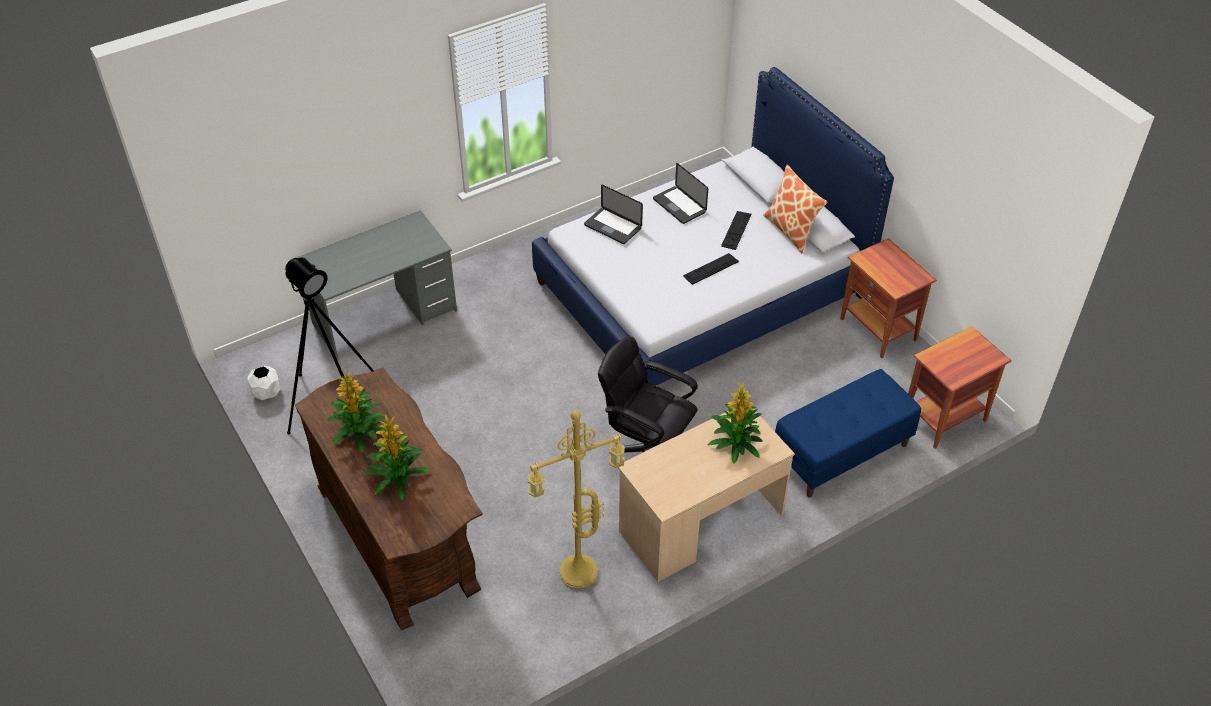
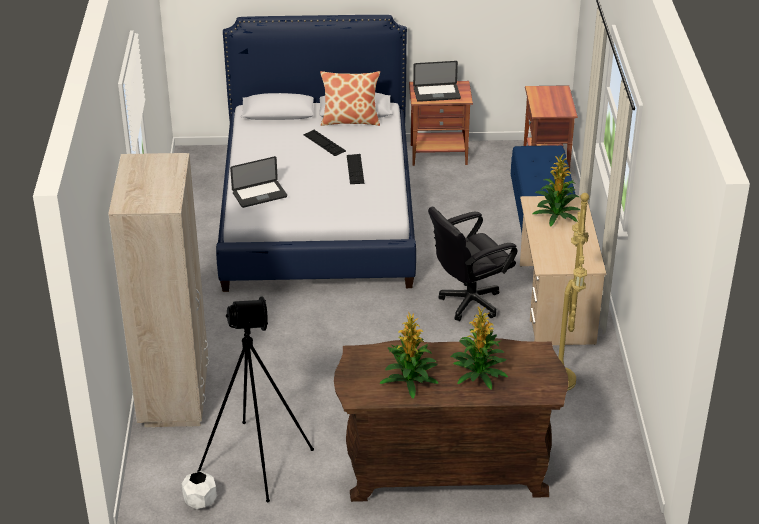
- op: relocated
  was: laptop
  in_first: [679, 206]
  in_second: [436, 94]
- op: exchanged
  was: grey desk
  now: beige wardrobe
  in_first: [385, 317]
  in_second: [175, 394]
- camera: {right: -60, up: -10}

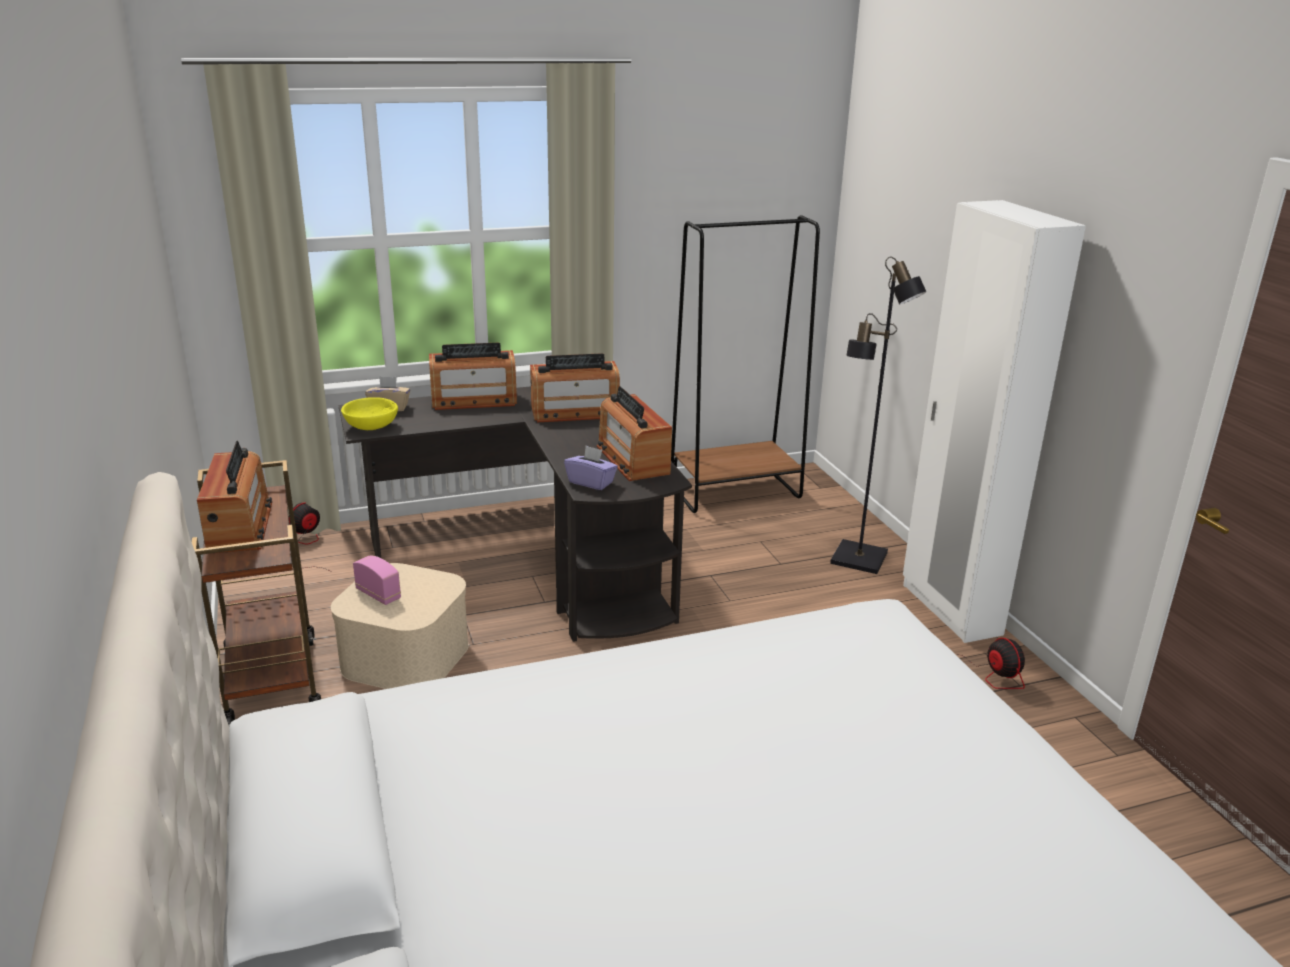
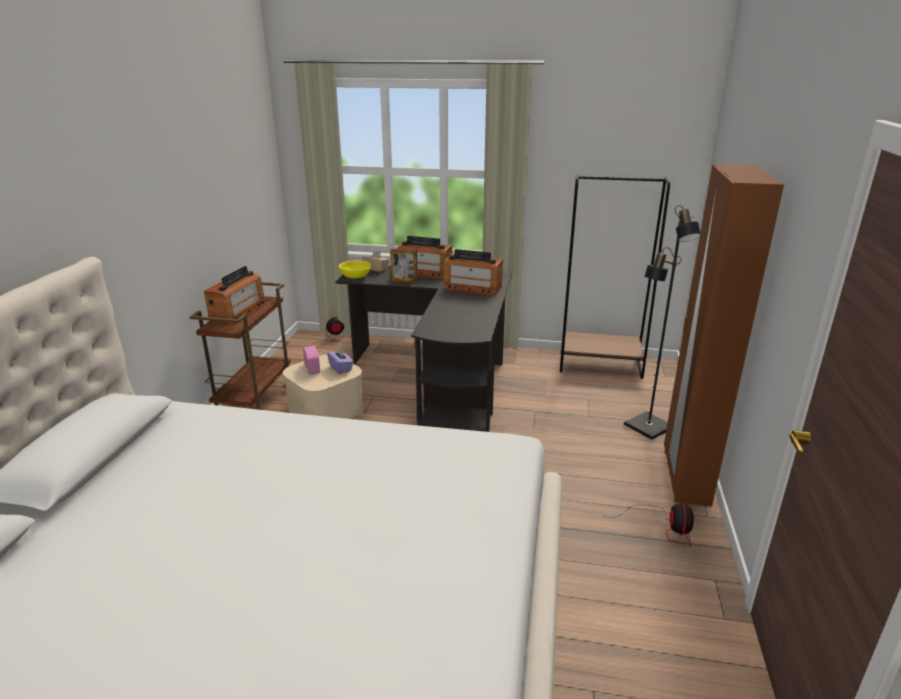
- op: colour
  was: white wardrobe
  now: brown wardrobe
  in_first: [950, 609]
  in_second: [685, 477]
- op: missing
  was: radio
  in_first: [632, 460]
- op: relocated
  was: purple tissue box
  in_first: [591, 482]
  in_second: [341, 368]
- op: appeared
  now: picture frame
  in_second: [404, 281]
- camera: {right: 30, up: 0}

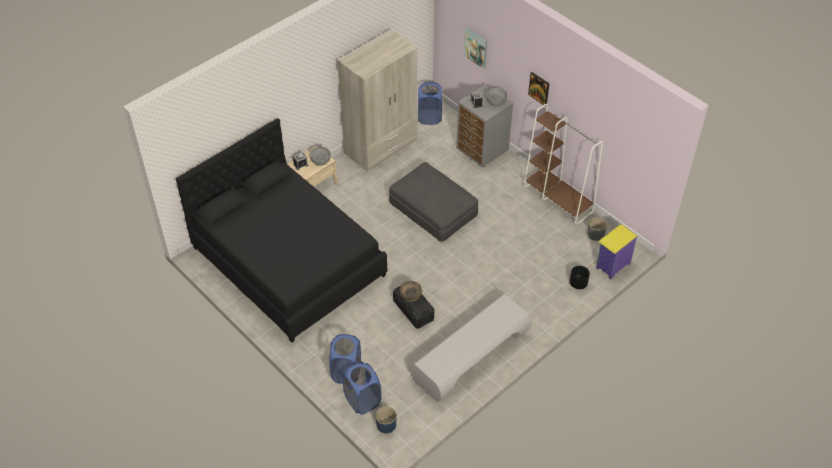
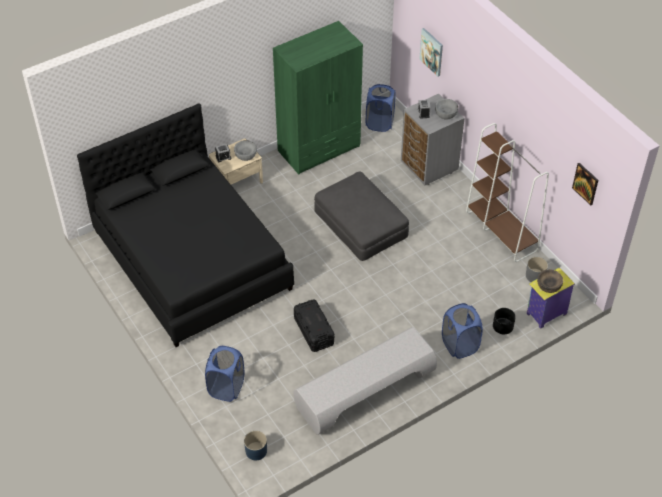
- op: colour
  was: beige wardrobe
  now: green wardrobe
  in_first: [381, 146]
  in_second: [319, 149]
- op: relocated
  was: picture
  in_first: [539, 88]
  in_second: [585, 183]
- op: relocated
  was: brown bowl
  in_first: [410, 295]
  in_second: [549, 285]
- op: relocated
  was: blue laundry basket
  in_first: [362, 400]
  in_second: [459, 345]
- camera: {right: 10, up: 0}

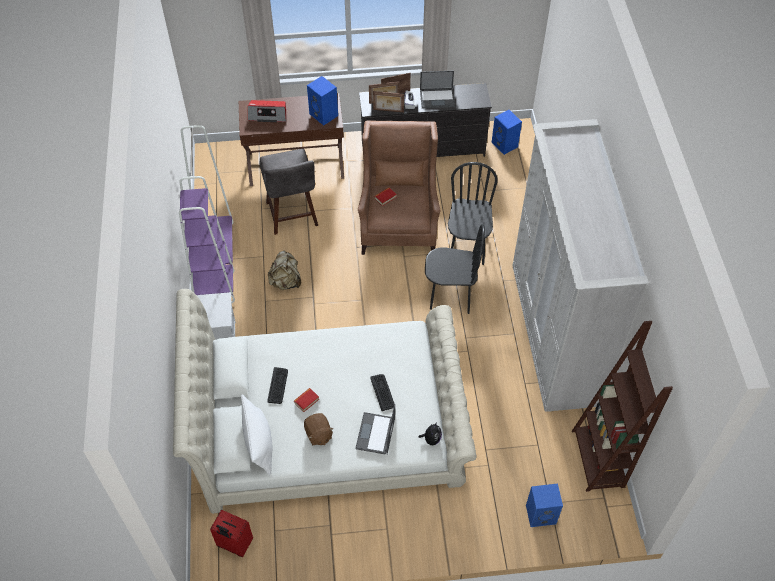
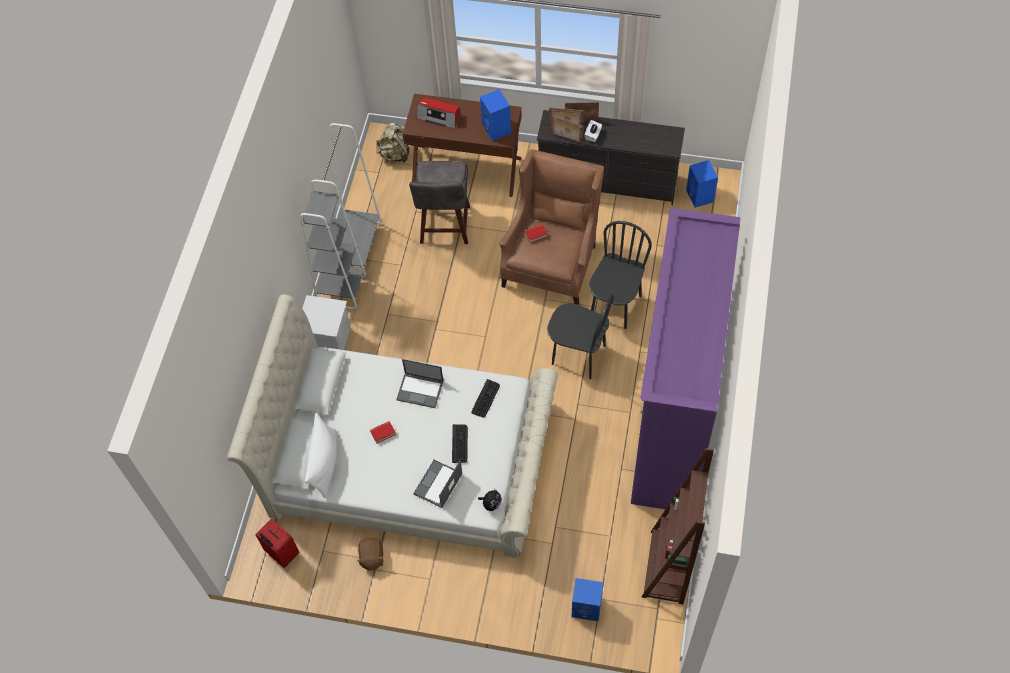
- op: relocated
  was: laptop
  in_first: [437, 98]
  in_second: [420, 390]
- op: colour
  was: white wardrobe
  now: purple wardrobe
  in_first: [554, 333]
  in_second: [672, 422]
- op: colour
  was: purple clothes rack
  now: grey clothes rack
  in_first: [215, 265]
  in_second: [350, 263]
- op: relocated
  was: beige backpack
  in_first: [286, 281]
  in_second: [395, 154]
- op: relocated
  was: keyboard
  in_first: [278, 385]
  in_second: [486, 398]
- op: relocated
  was: brown plush toy
  in_first: [318, 434]
  in_second: [372, 558]
- camera: {right: 20, up: 5}

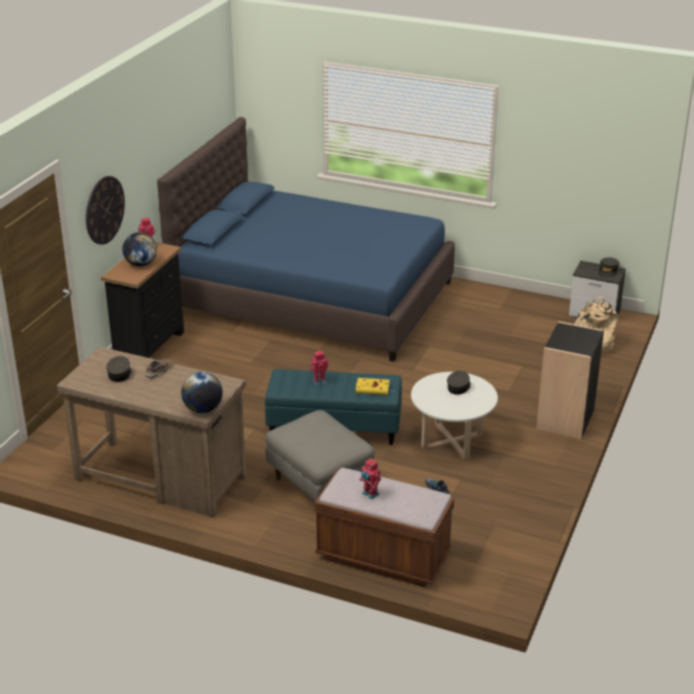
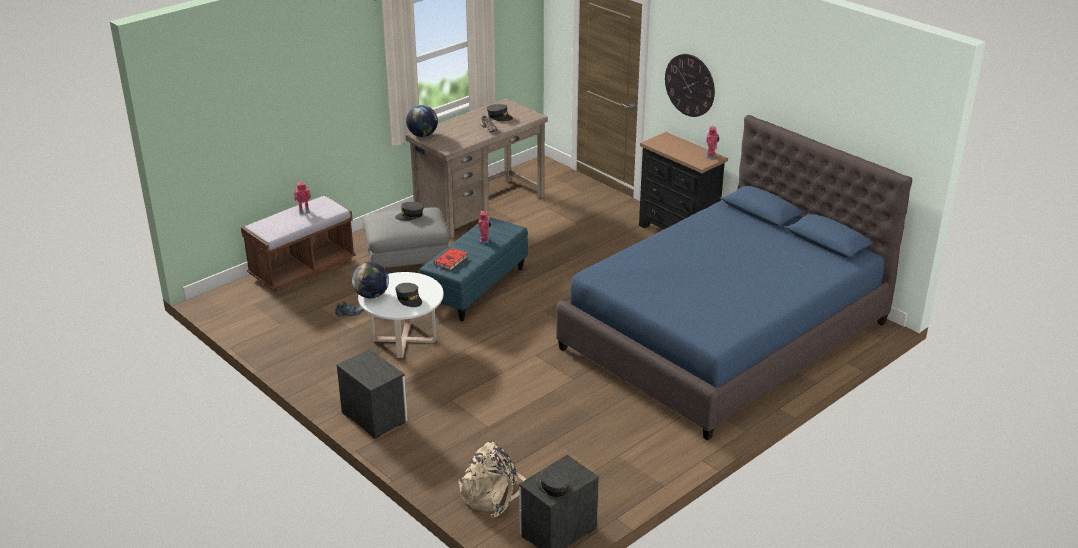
- op: relocated
  was: globe
  in_first: [141, 264]
  in_second: [371, 295]
- op: exchanged
  was: black bookcase
  now: nightstand
  in_first: [566, 420]
  in_second: [374, 416]
- op: colour
  was: yellow book
  now: red book
  in_first: [373, 389]
  in_second: [450, 261]
- op: appeared
  now: grey cap
  in_second: [410, 215]
- camera: {right: 115, up: 0}

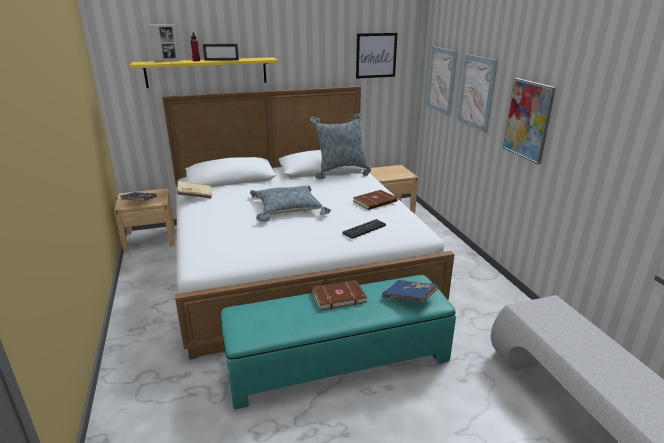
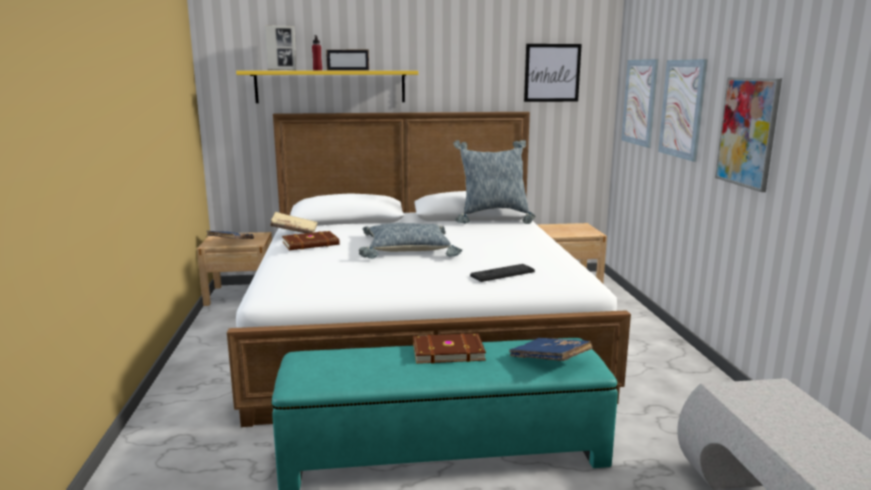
- op: relocated
  was: brown book
  in_first: [375, 202]
  in_second: [311, 244]
- camera: {right: 10, up: -10}

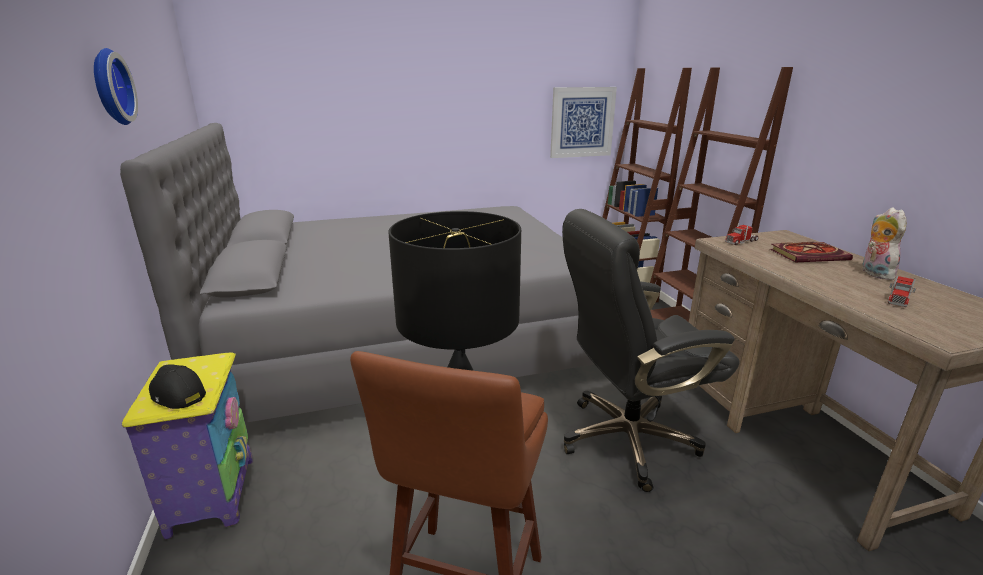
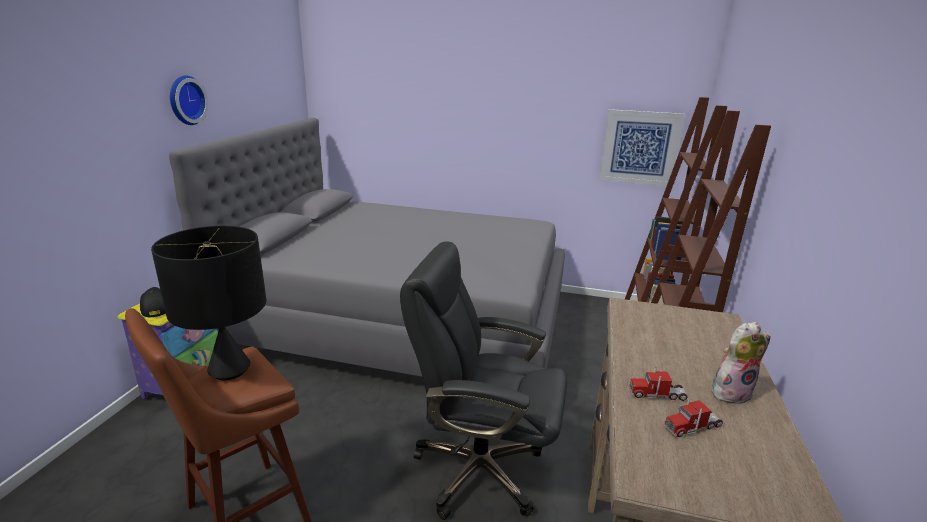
- op: spun
  was: plush toy
  in_first: [873, 273]
  in_second: [730, 392]
  clockwise: 45
- op: relocated
  was: toy truck
  in_first: [741, 241]
  in_second: [657, 394]
- op: missing
  was: book
  in_first: [809, 255]
- camera: {right: 30, up: 0}

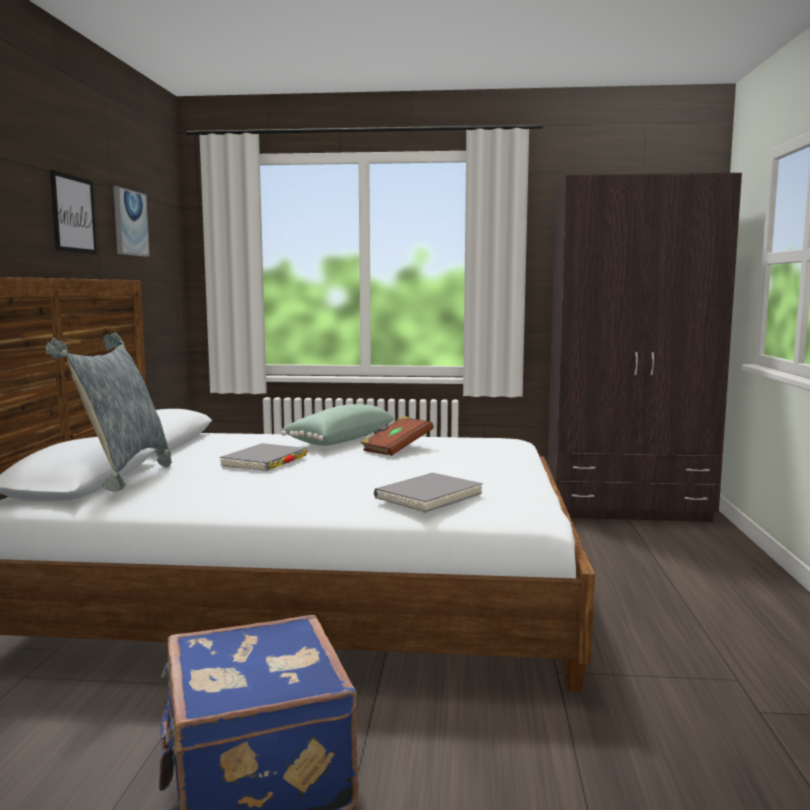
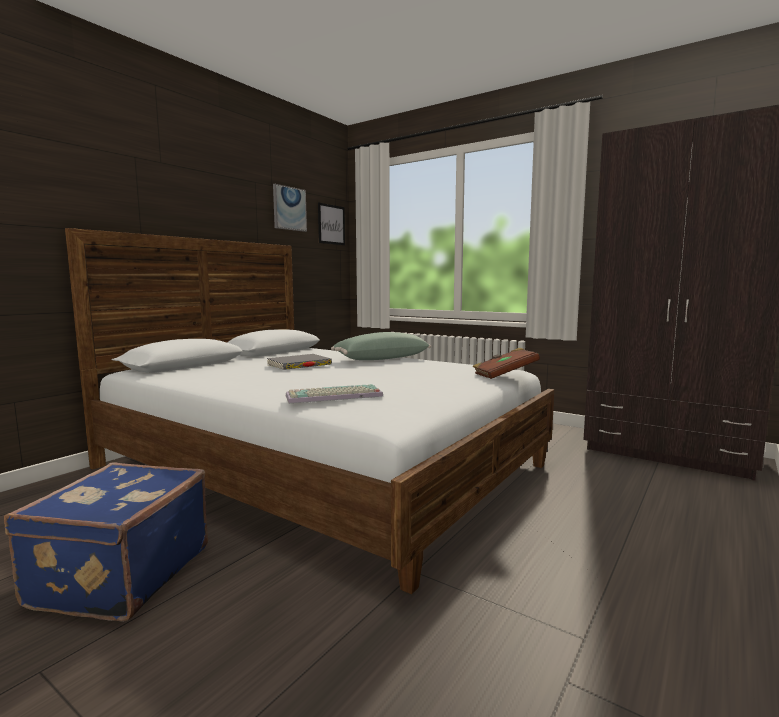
- op: relocated
  was: picture
  in_first: [73, 214]
  in_second: [331, 224]
- op: missing
  was: pillow
  in_first: [119, 481]
- op: relocated
  was: brown book
  in_first: [396, 449]
  in_second: [504, 375]
- op: exchanged
  was: grey book
  now: keyboard
  in_first: [428, 497]
  in_second: [333, 396]
- camera: {right: 30, up: 0}

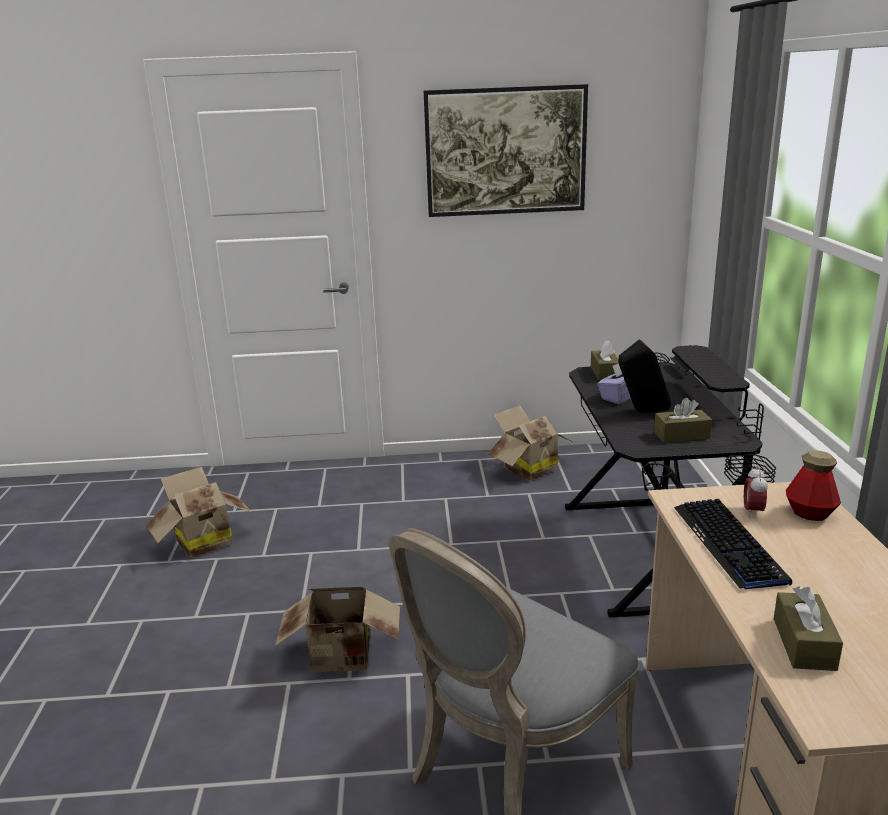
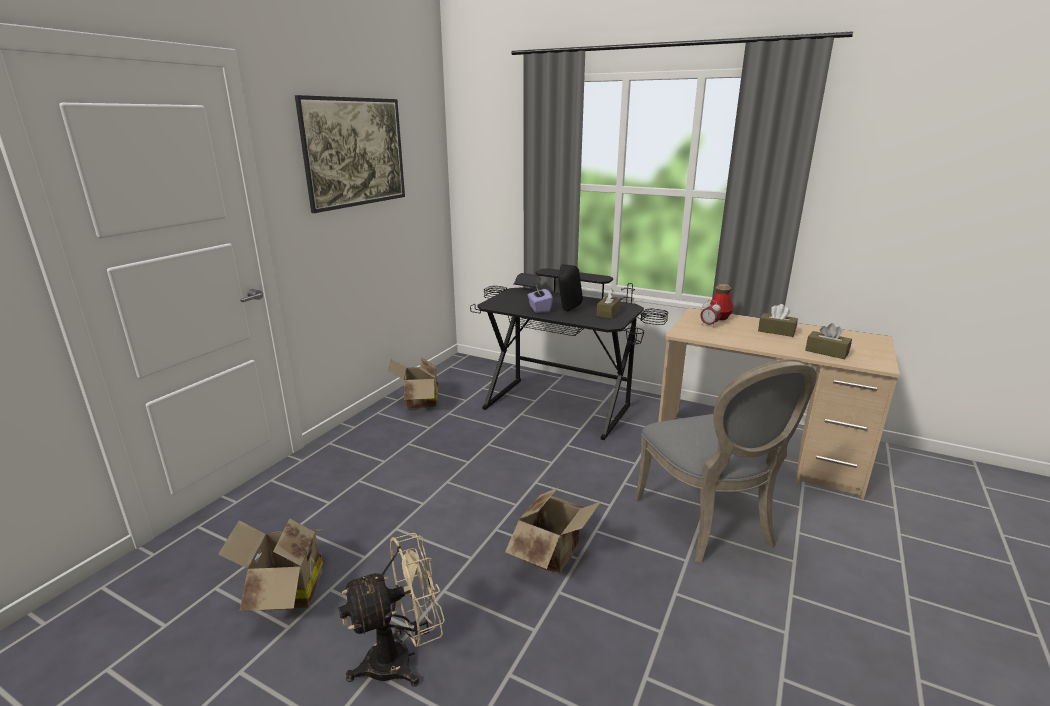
- op: relocated
  was: brown tissue box
  in_first: [604, 373]
  in_second: [776, 331]
- op: missing
  was: keyboard
  in_first: [729, 544]
- op: appeared
  now: beige fan
  in_second: [401, 659]
- camera: {right: -60, up: 0}

